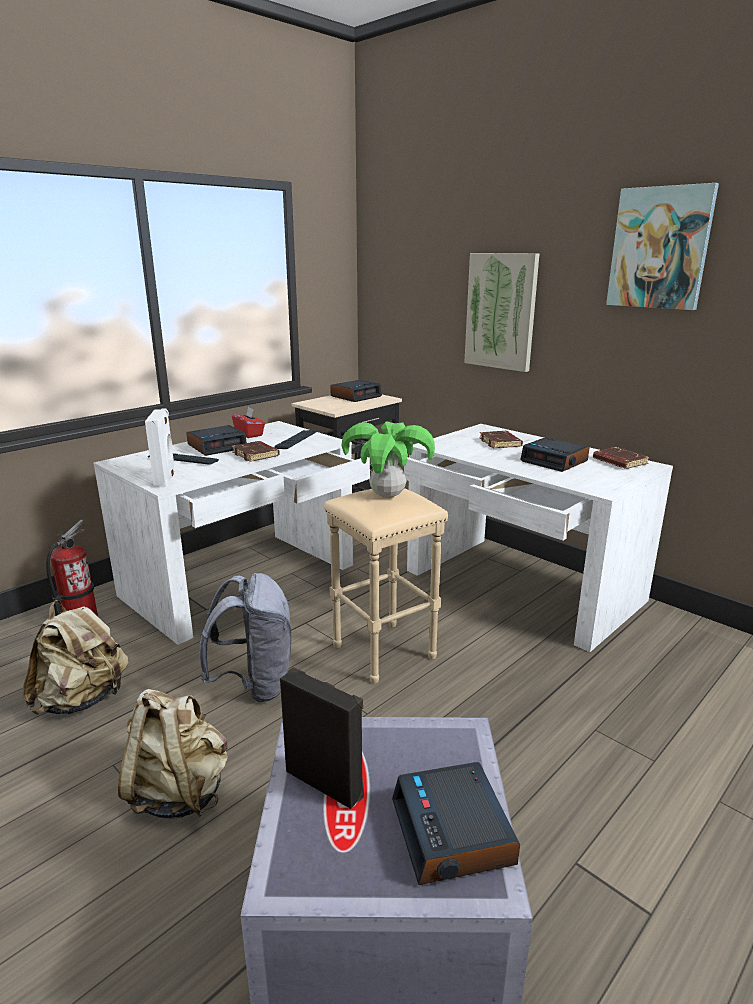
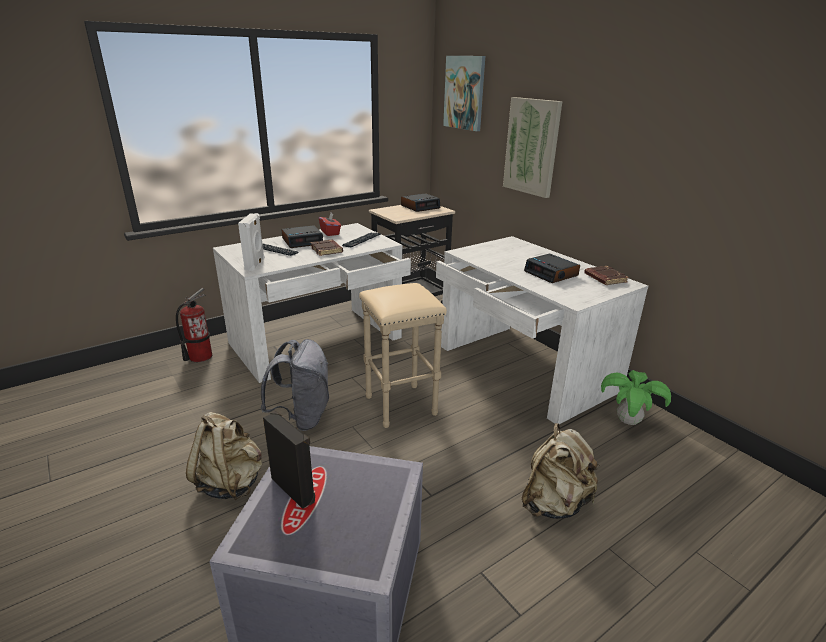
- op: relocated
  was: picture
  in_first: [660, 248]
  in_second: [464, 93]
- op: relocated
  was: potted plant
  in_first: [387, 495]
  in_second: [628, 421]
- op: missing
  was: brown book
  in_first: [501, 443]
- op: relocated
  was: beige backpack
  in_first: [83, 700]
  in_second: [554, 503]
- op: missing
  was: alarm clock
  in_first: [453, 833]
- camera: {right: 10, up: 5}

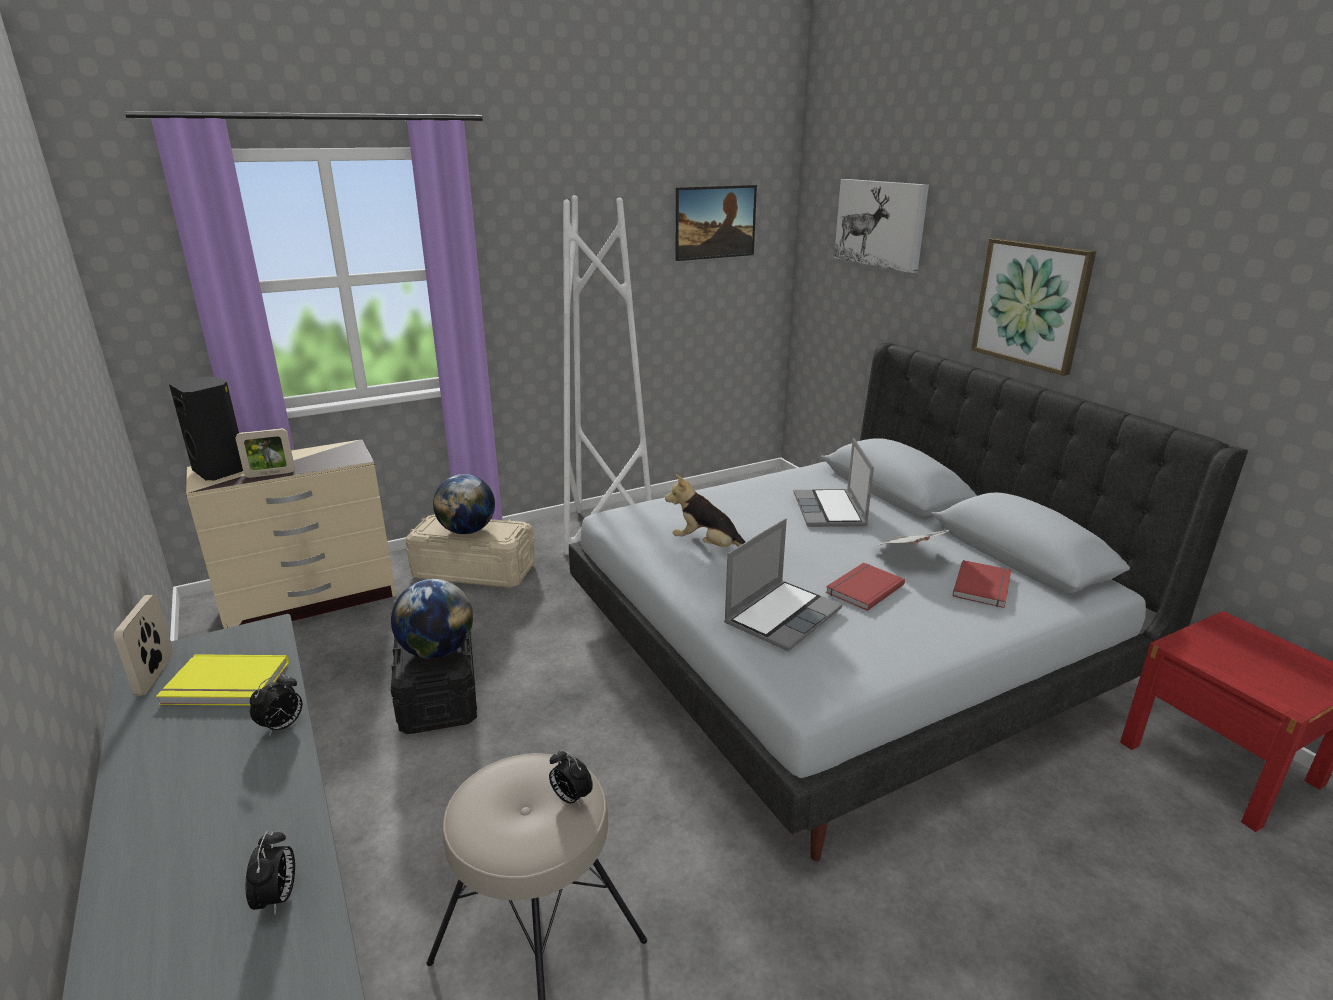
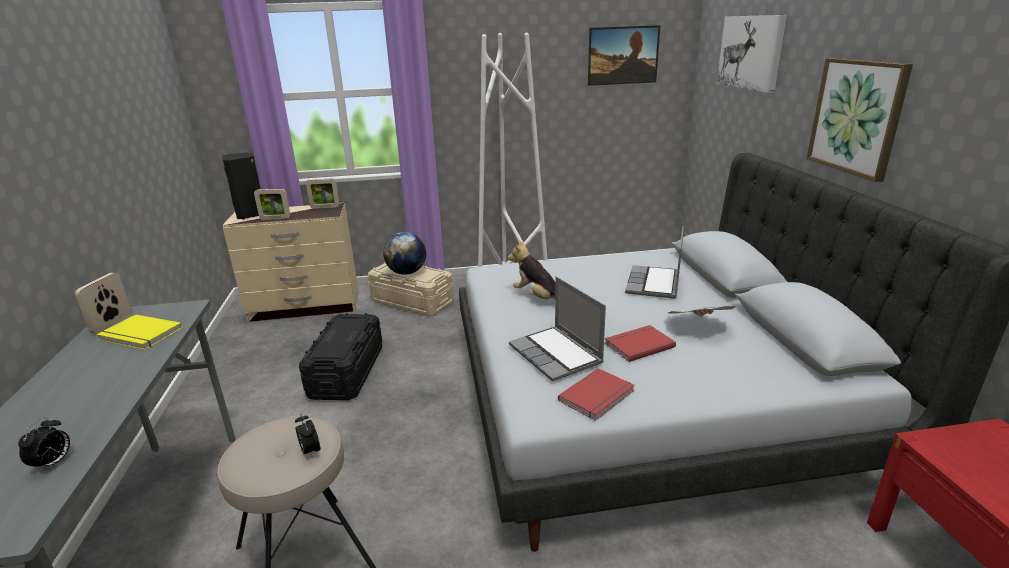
- op: spun
  was: laptop
  in_first: [782, 616]
  in_second: [557, 355]
  clockwise: 90
- op: relocated
  was: red book
  in_first: [984, 586]
  in_second: [598, 396]
- op: missing
  was: globe
  in_first: [436, 651]
- op: missing
  was: alarm clock
  in_first: [282, 726]
- op: appeared
  now: picture frame
  in_second: [325, 207]
- camera: {right: 20, up: 0}

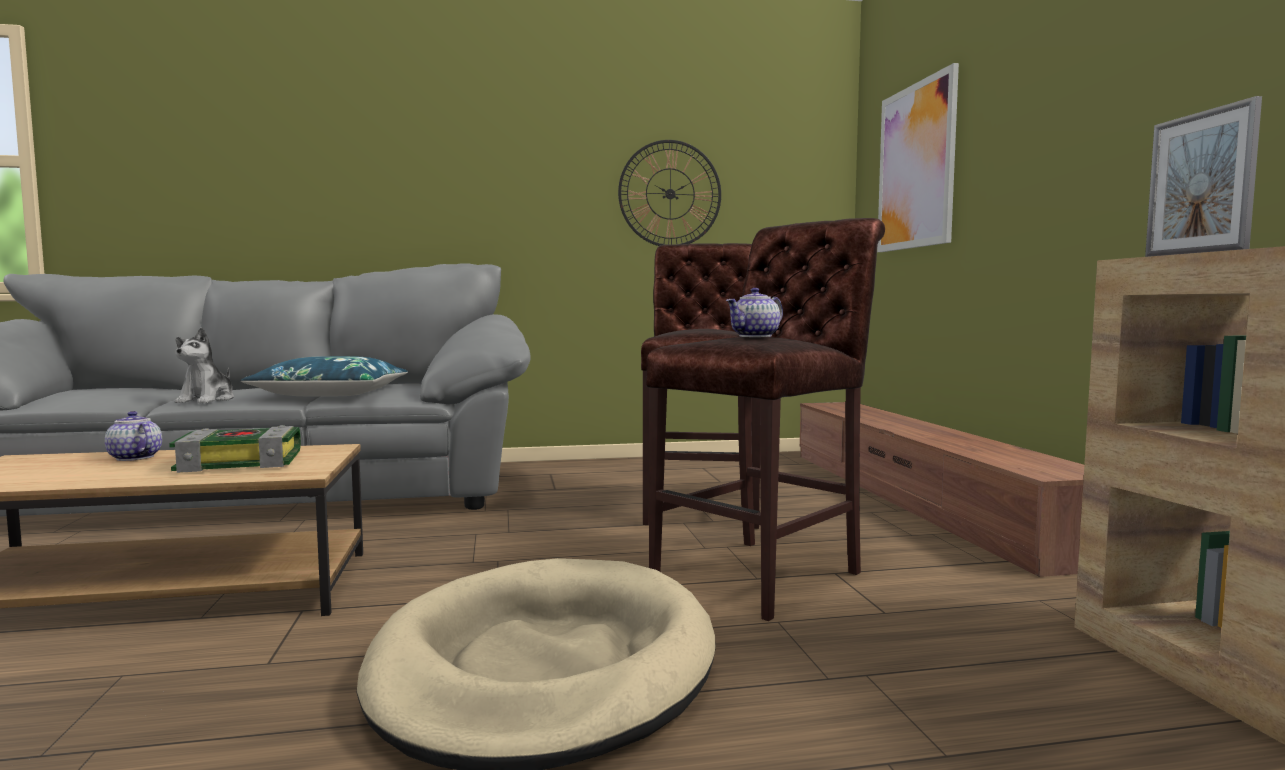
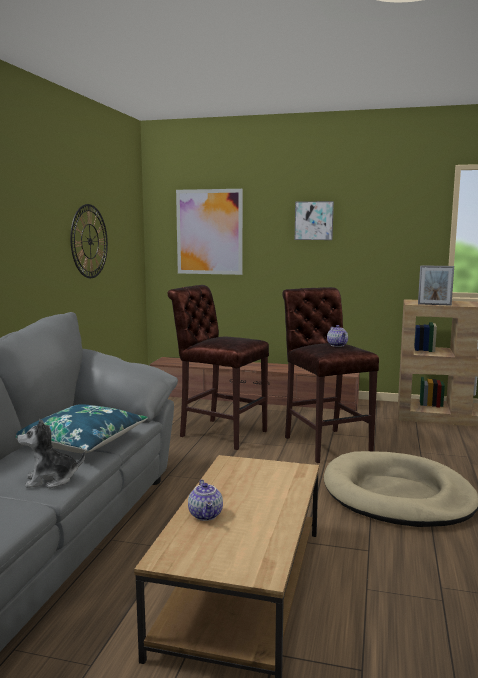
- op: spun
  was: plush toy
  in_first: [207, 400]
  in_second: [51, 480]
  clockwise: 135
- op: spun
  was: teapot
  in_first: [133, 458]
  in_second: [206, 515]
  clockwise: -75
- op: missing
  was: book
  in_first: [242, 462]
- op: appeared
  now: picture
  in_second: [314, 220]
- camera: {right: -65, up: 5}

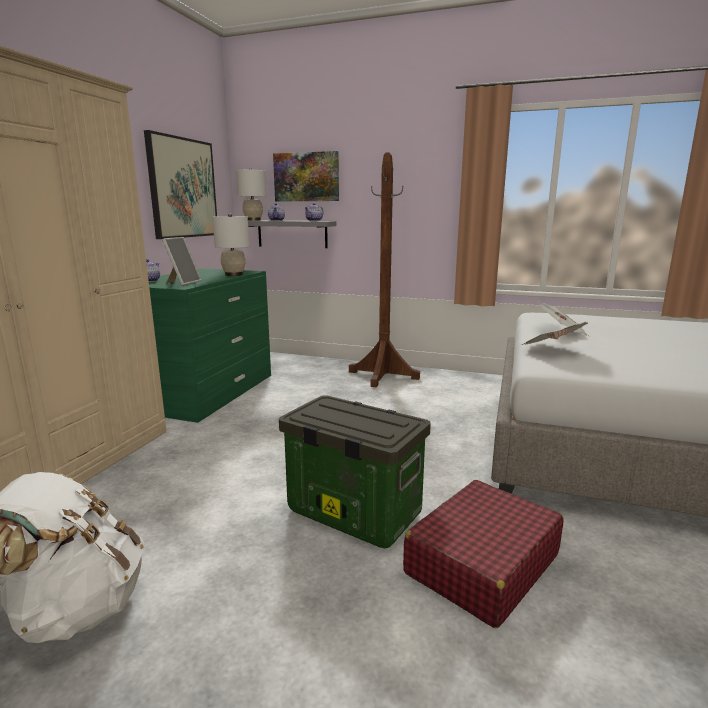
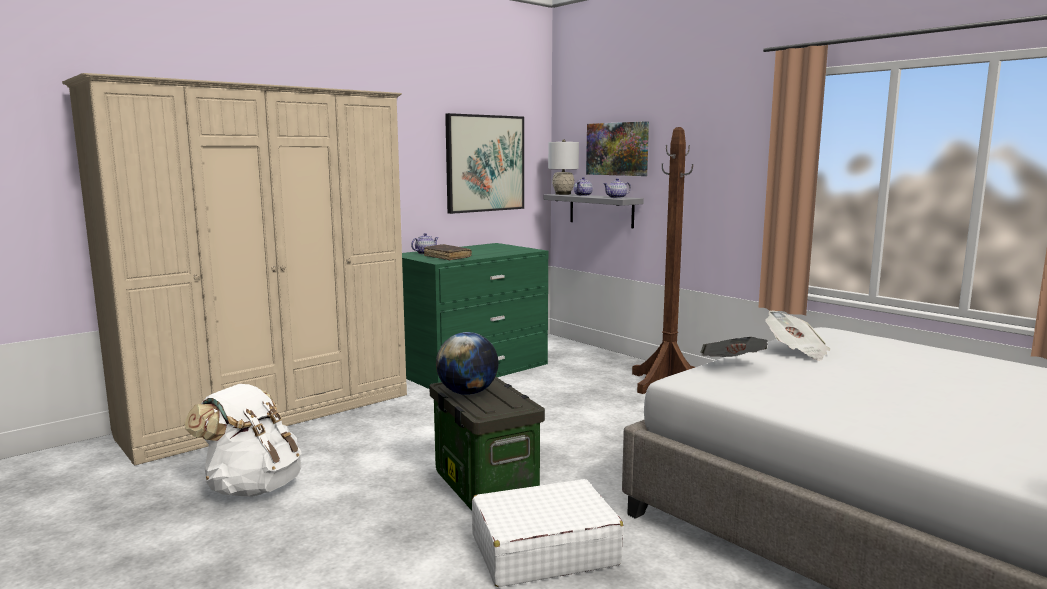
- op: missing
  was: white table lamp
  in_first: [234, 274]
- op: exchanged
  was: picture frame
  now: brown book
  in_first: [182, 282]
  in_second: [447, 257]
- op: colour
  was: red suitcase
  now: white suitcase
  in_first: [481, 564]
  in_second: [543, 550]
- op: appeared
  now: globe
  in_second: [468, 393]
- camera: {right: 30, up: -5}

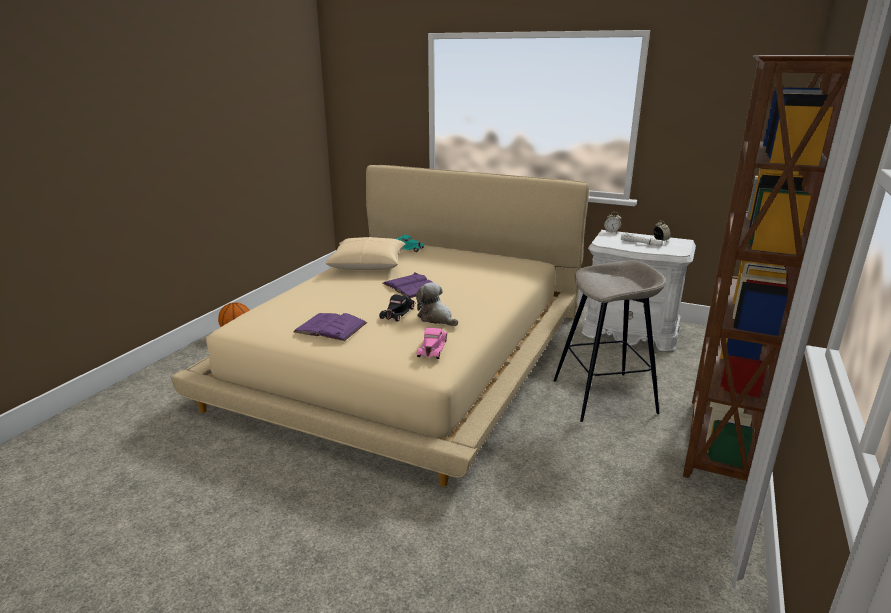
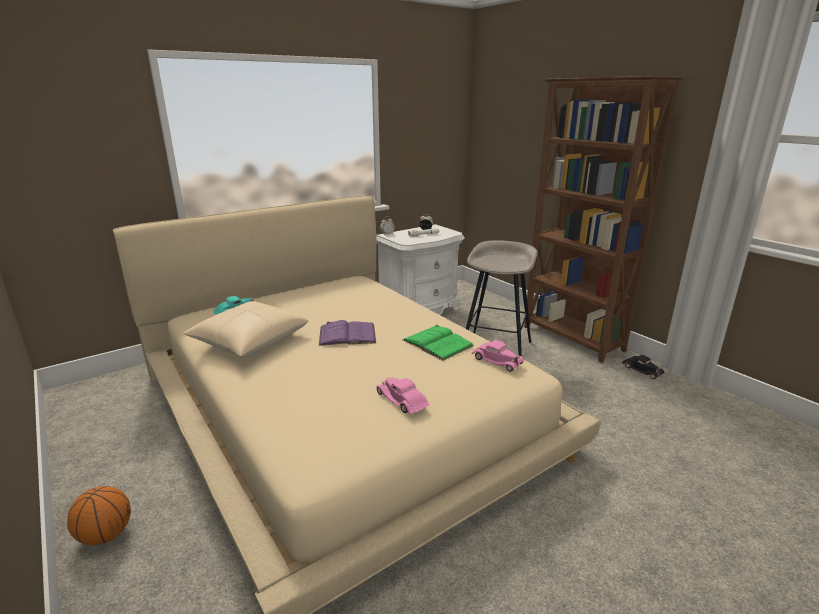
- op: exchanged
  was: plush toy
  now: green book
  in_first: [436, 318]
  in_second: [437, 343]
- op: relocated
  was: black toy car
  in_first: [398, 312]
  in_second: [641, 370]
- op: exchanged
  was: purple book
  now: pink toy car
  in_first: [330, 327]
  in_second: [402, 400]
- camera: {right: -60, up: 0}

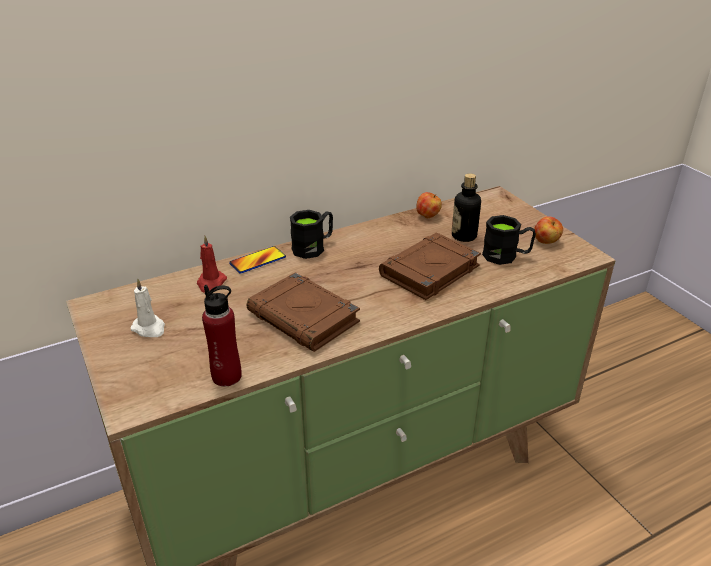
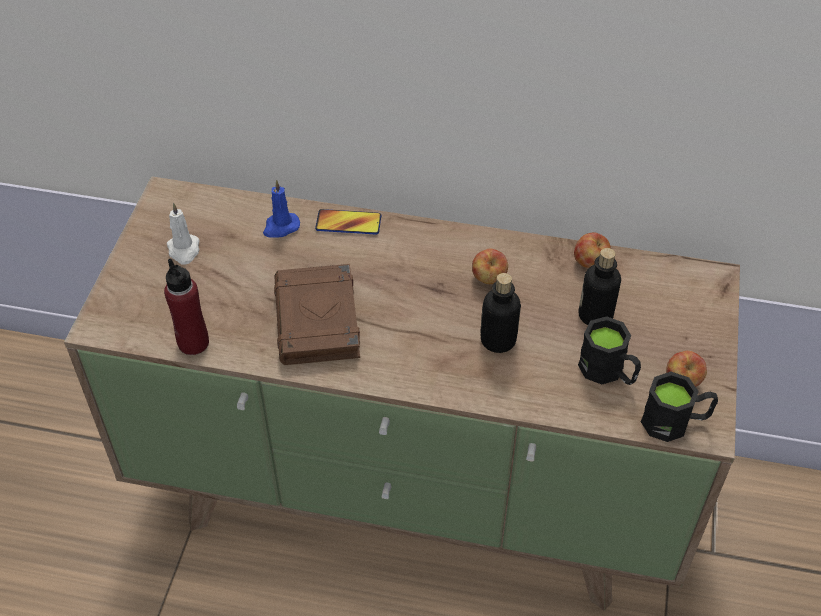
- op: relocated
  was: black mug
  in_first: [313, 247]
  in_second: [675, 422]
- op: exchanged
  was: brown book
  now: bottle
  in_first: [429, 271]
  in_second: [498, 340]
- op: colour
  was: red candle
  now: blue candle
  in_first: [211, 283]
  in_second: [280, 227]
- op: appeared
  now: apple
  in_second: [488, 278]
- camera: {right: 40, up: 15}

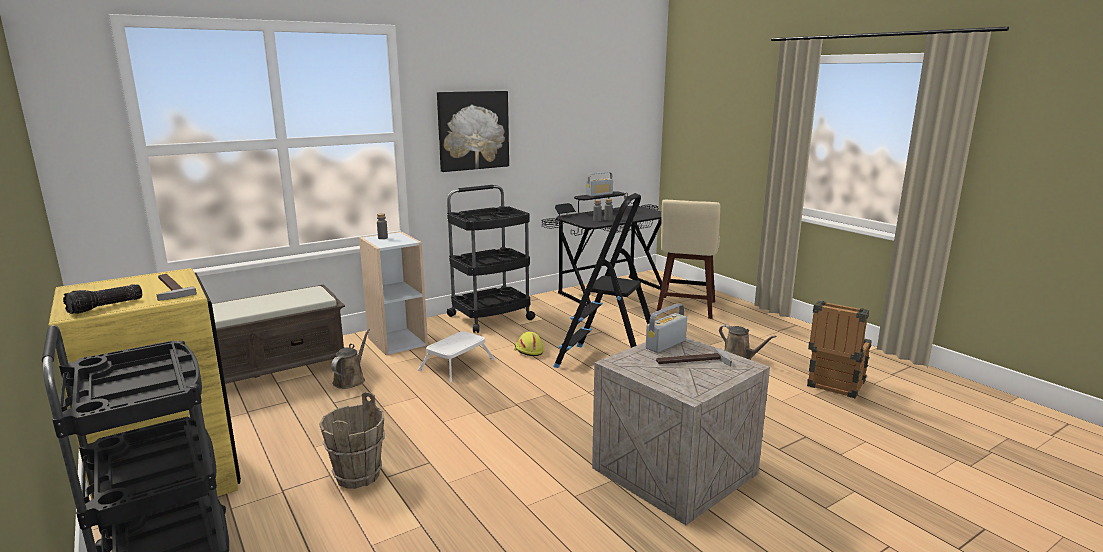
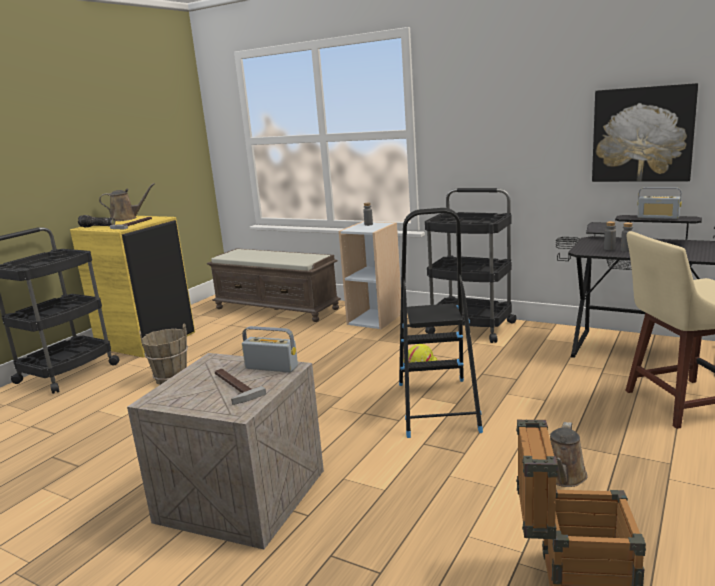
- op: relocated
  was: picture
  in_first: [473, 130]
  in_second: [642, 134]
- op: relocated
  was: brown watering can
  in_first: [350, 380]
  in_second: [126, 218]
- op: missing
  was: white step ladder
  in_first: [456, 364]
- camera: {right: 65, up: 0}

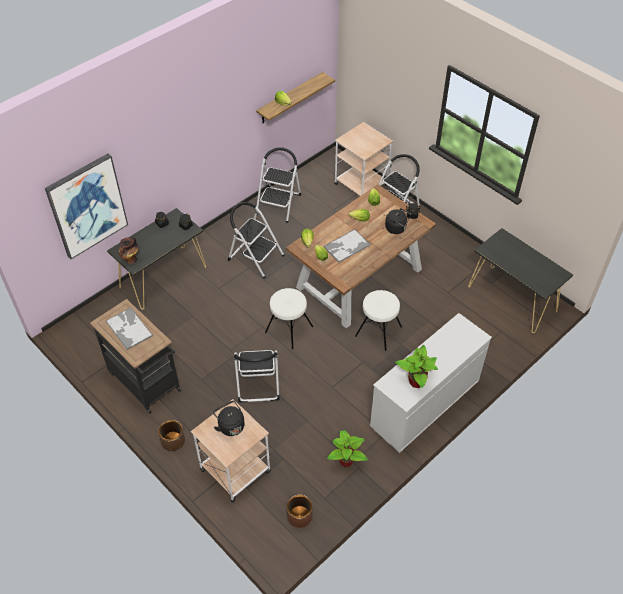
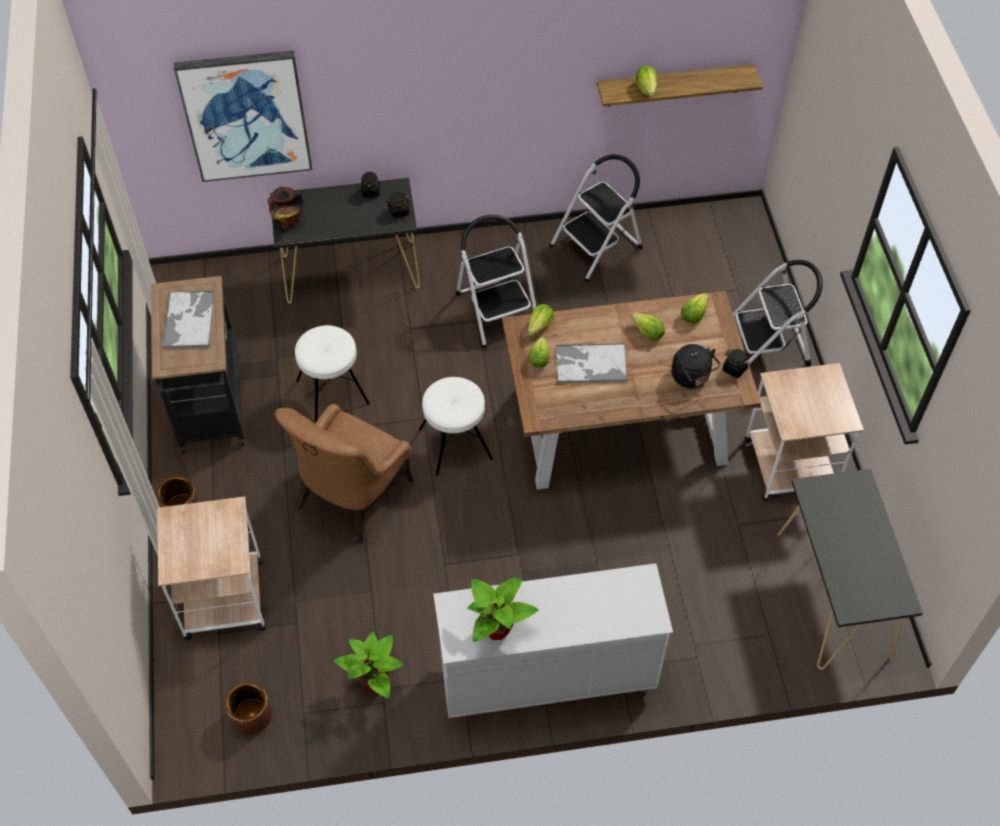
- op: relocated
  was: beige cart
  in_first: [361, 185]
  in_second: [790, 467]
- op: relocated
  was: white stool
  in_first: [378, 331]
  in_second: [332, 392]
- op: exchanged
  was: step ladder
  now: brown chair
  in_first: [258, 382]
  in_second: [352, 494]
- op: missing
  was: black kettle
  in_first: [230, 425]
- camera: {right: 35, up: 5}

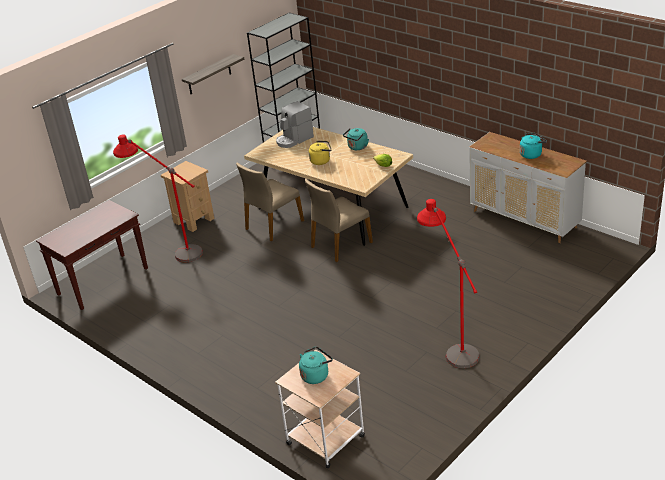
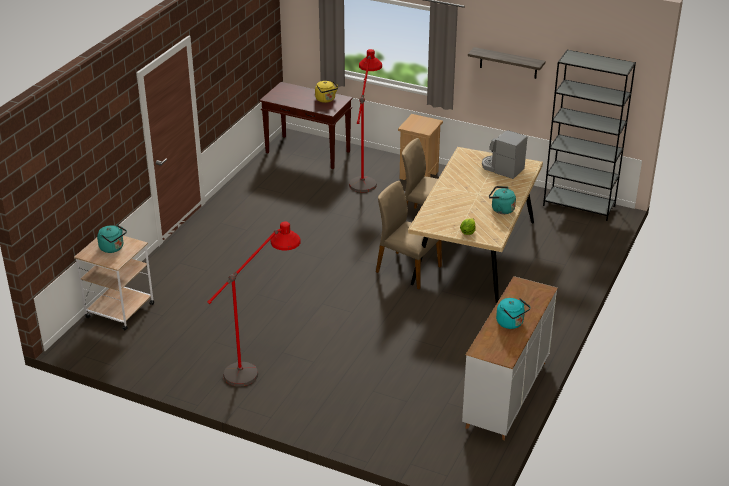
- op: relocated
  was: yellow kettle
  in_first: [321, 161]
  in_second: [326, 100]
- camera: {right: 70, up: 0}

